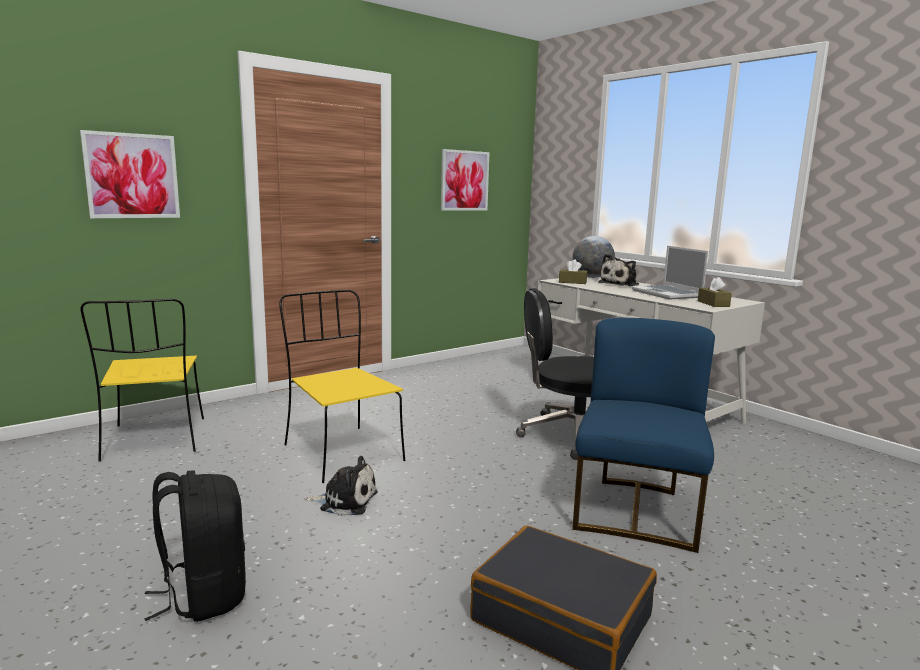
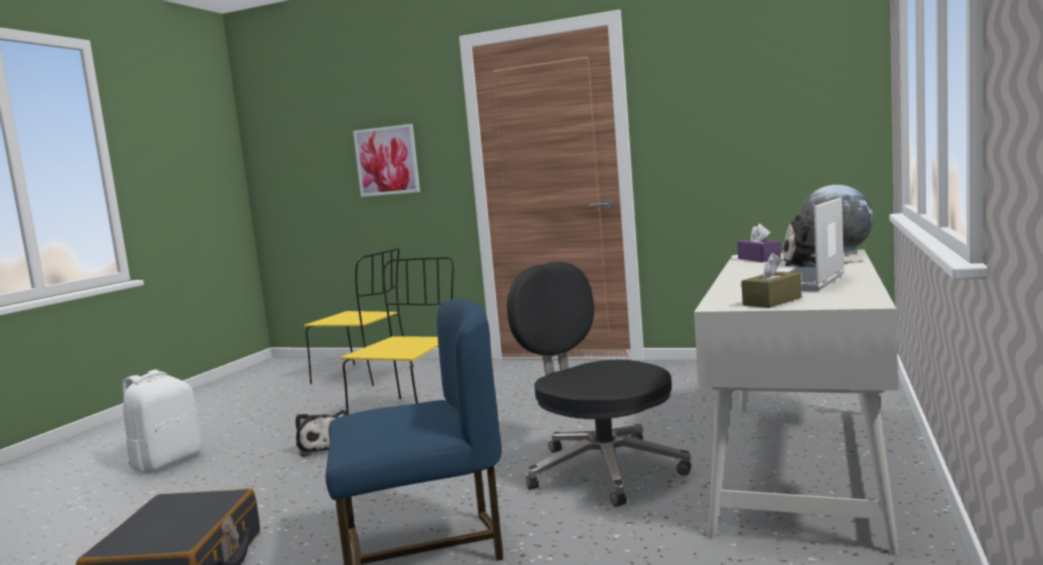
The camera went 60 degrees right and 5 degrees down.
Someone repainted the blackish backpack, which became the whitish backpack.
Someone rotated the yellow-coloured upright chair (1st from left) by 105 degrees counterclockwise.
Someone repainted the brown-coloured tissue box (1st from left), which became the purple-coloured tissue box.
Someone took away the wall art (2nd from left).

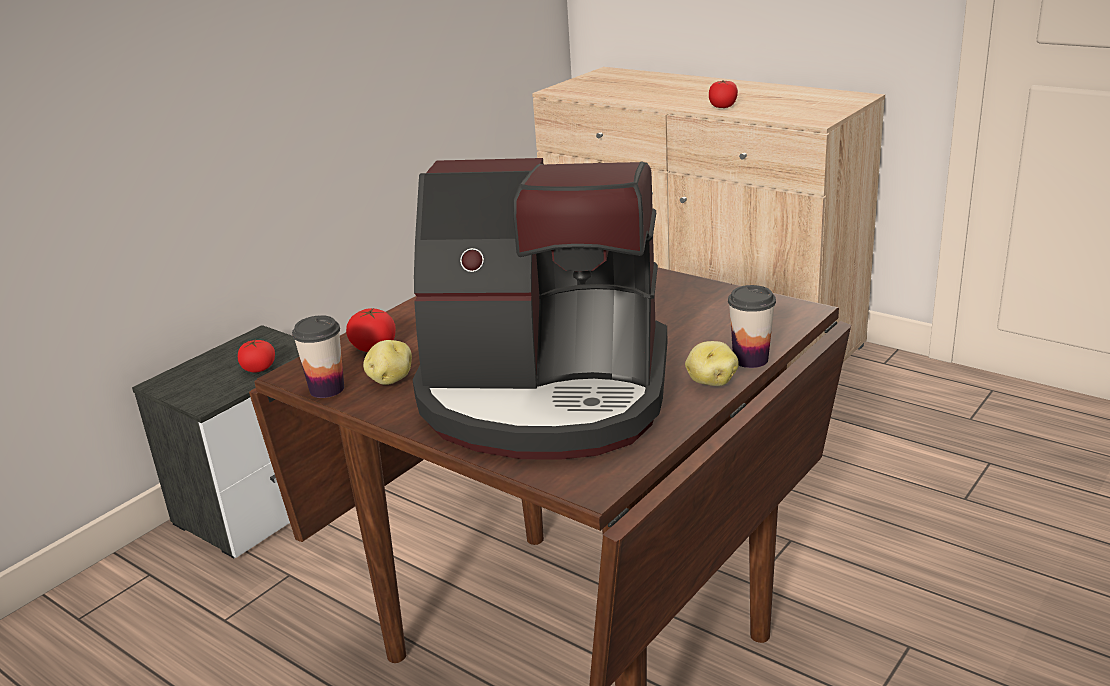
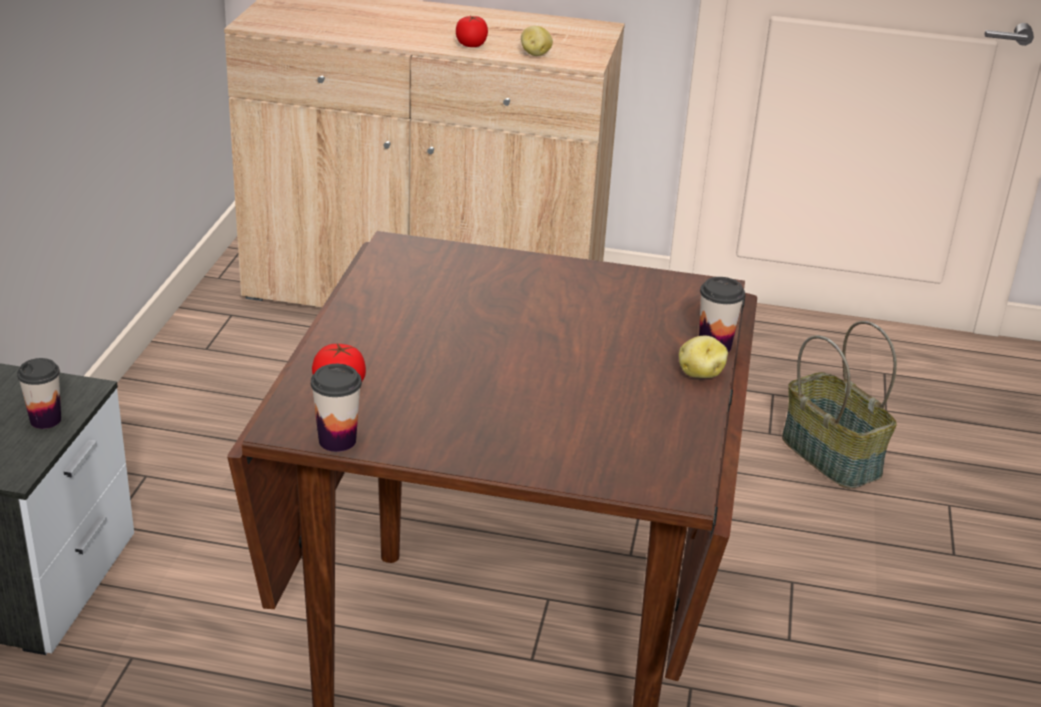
The camera went 30 degrees left and 5 degrees up.
Someone swapped the whole tomato (1st from left) for the small cup (1st from left).
Someone carried the whole potato (1st from left).
Someone put down the basket.
Someone took away the coffee maker.

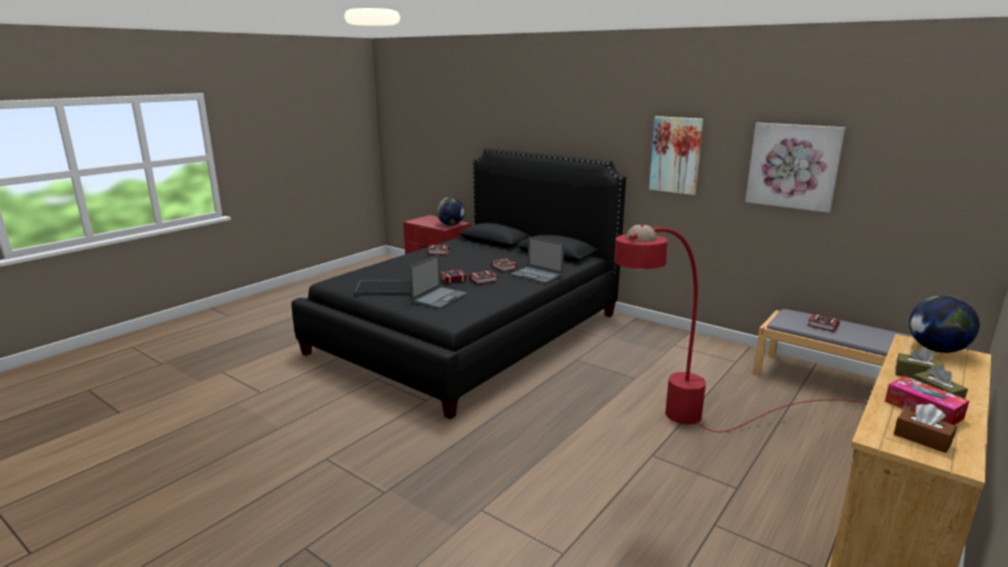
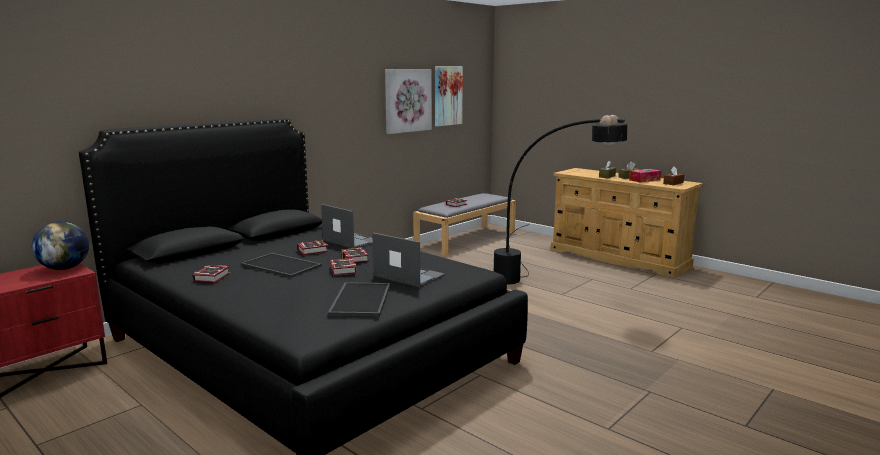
The camera went 85 degrees left and 5 degrees down.
Someone put down the carrying tray (1st from left).
Someone rotated the portable computer (2nd from left in the first image) by 90 degrees counterclockwise.
Someone carried the wall art (1st from left in the first image).
Someone repainted the reddish standard lamp, which became the blackish standard lamp.
Someone took away the world globe (2nd from left).

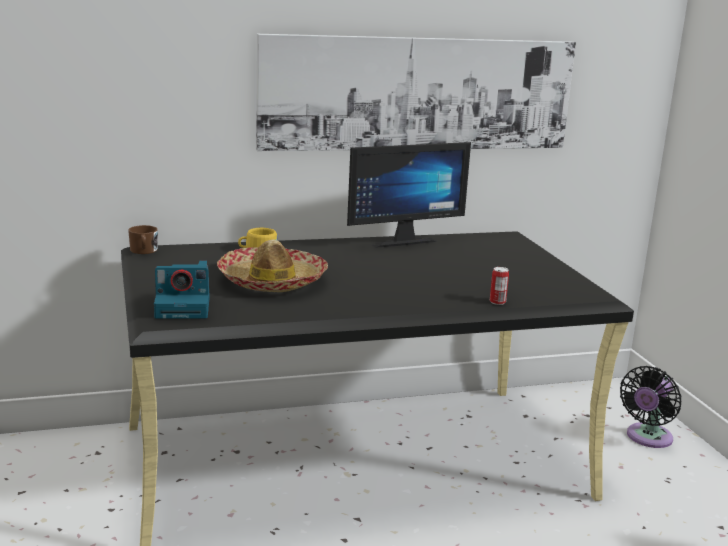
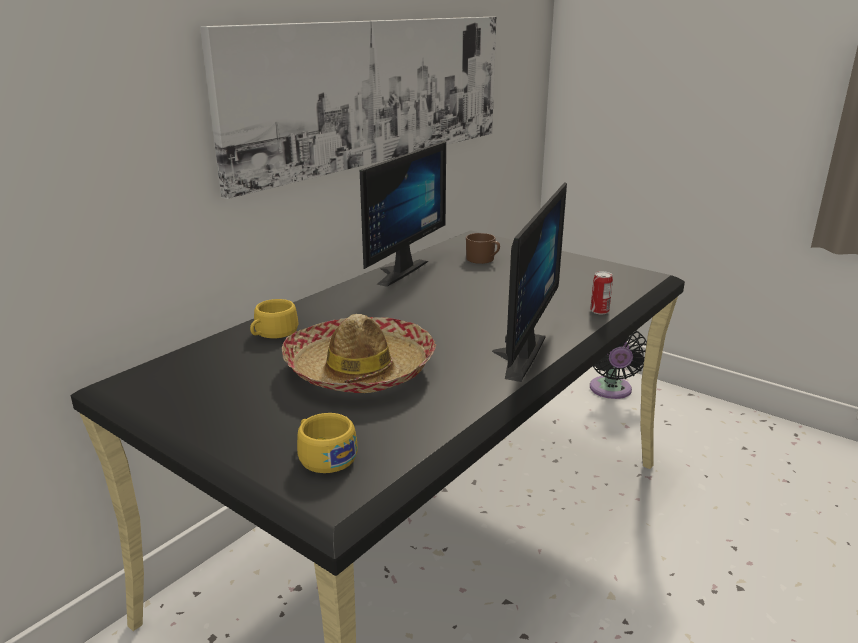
The camera went 35 degrees left and 5 degrees up.
Someone swapped the still camera for the yellow-coloured small cup (2nd from left).
Someone carried the brown-coloured mug.
Someone put down the computer display (2nd from left).

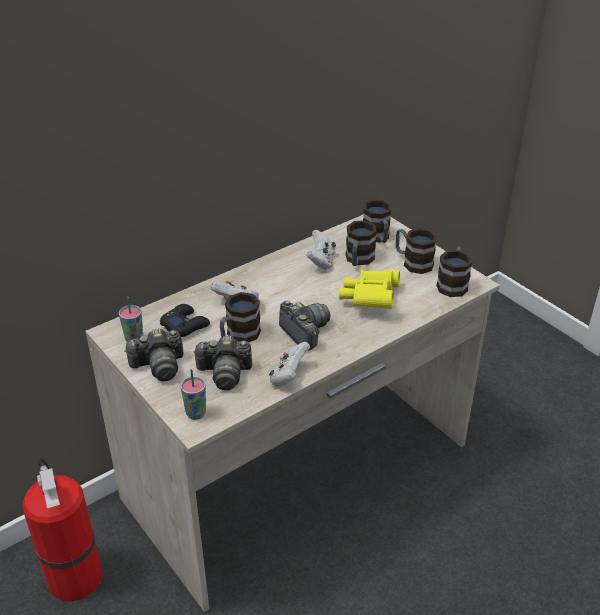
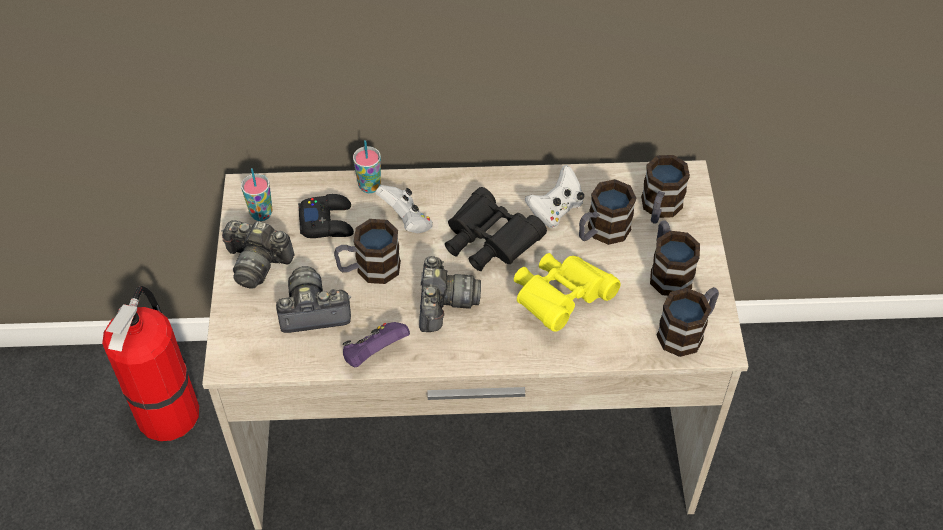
The camera went 35 degrees right and 15 degrees up.
Someone rotated the still camera (2nd from left) by 135 degrees clockwise.
Someone repainted the whitish game controller (2nd from left), which became the purple-coloured game controller.
Someone carried the small cup (2nd from left).
Someone put down the blackish binoculars.

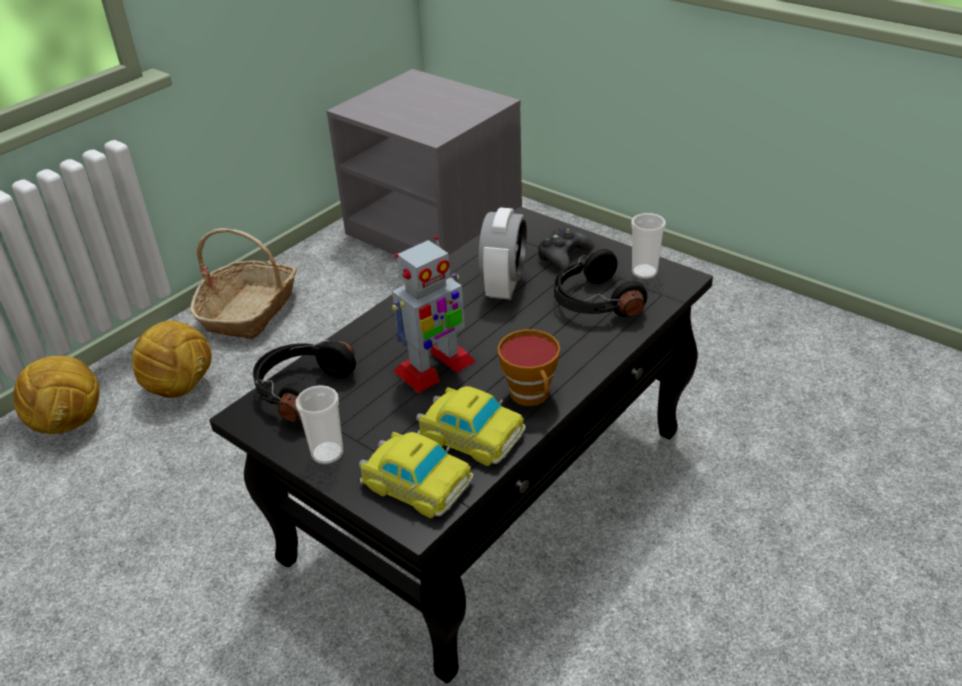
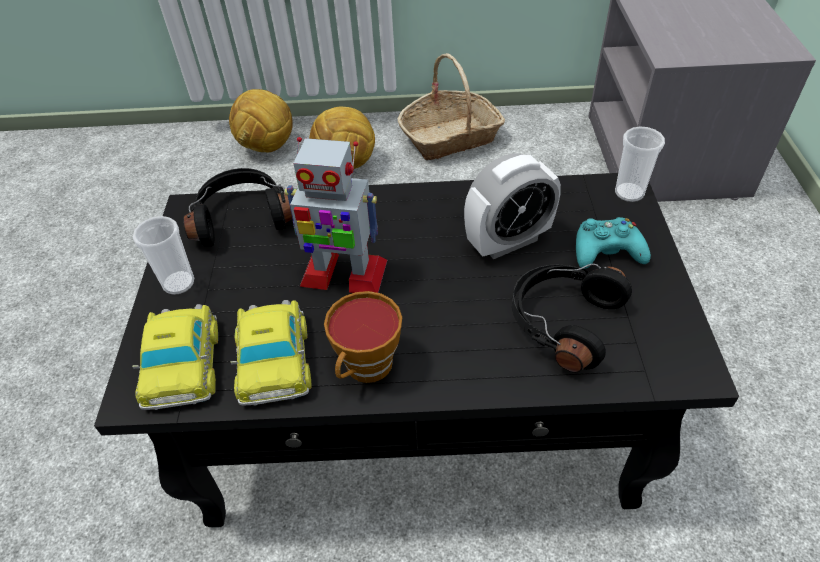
The camera went 50 degrees right and 10 degrees up.
Someone repainted the blackish game controller, which became the turquoise game controller.
Someone carried the small cup (3rd from left).

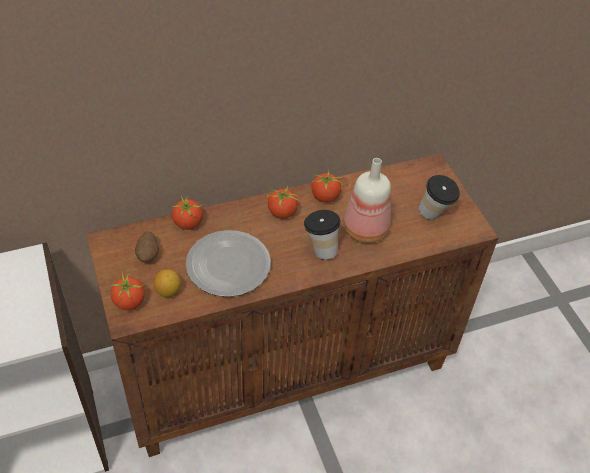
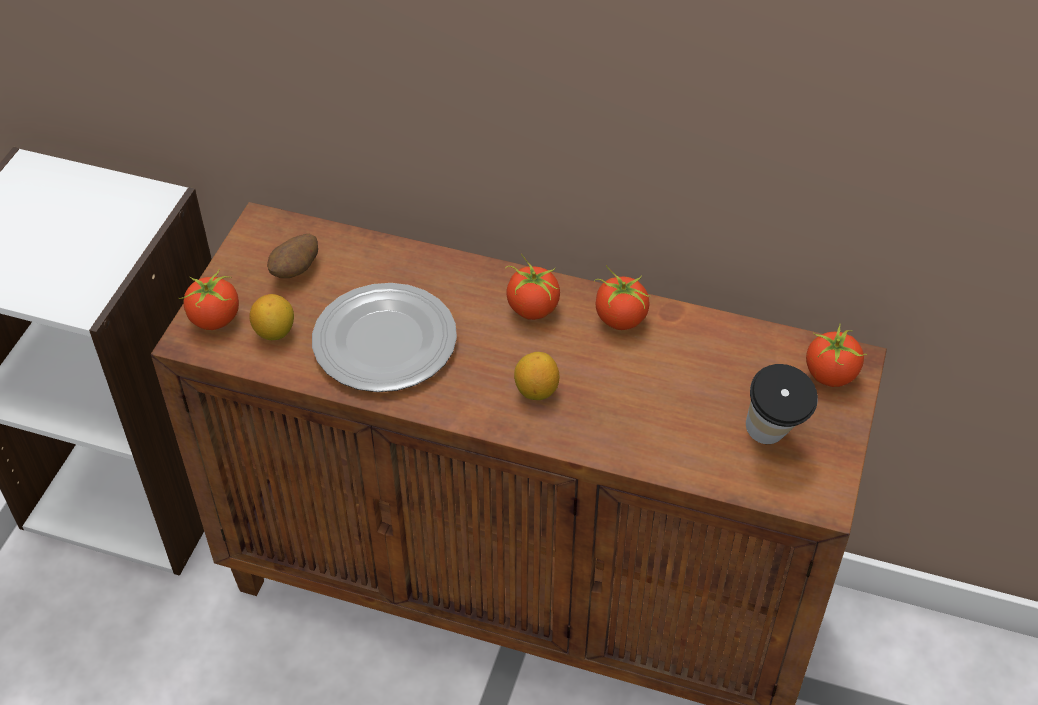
The camera went 40 degrees right and 0 degrees up.
Someone swapped the small cup (1st from left) for the lemon (2nd from left).
Someone carried the whole tomato (2nd from left in the first image).
Someone took away the beverage bottle.

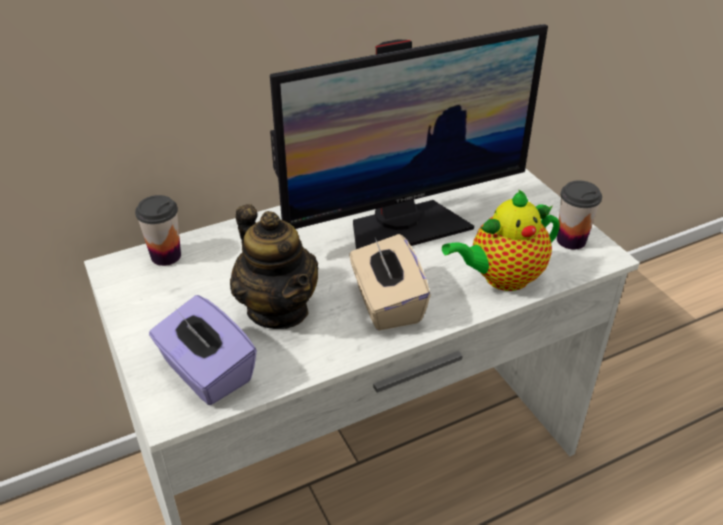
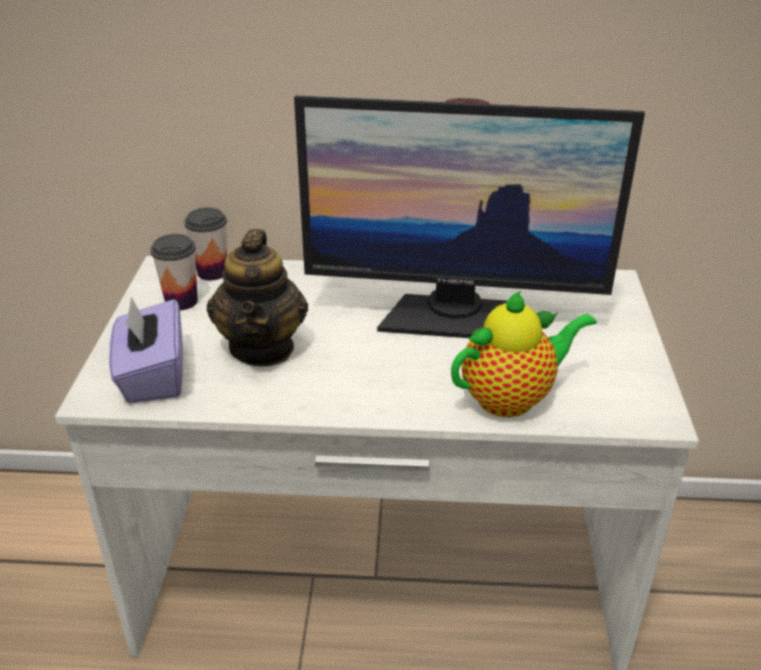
The camera went 30 degrees right and 5 degrees down.
Someone carried the small cup (2nd from left in the first image).
Someone rotated the teapot (2nd from left) by 150 degrees clockwise.
Someone took away the beige-coloured tissue box.

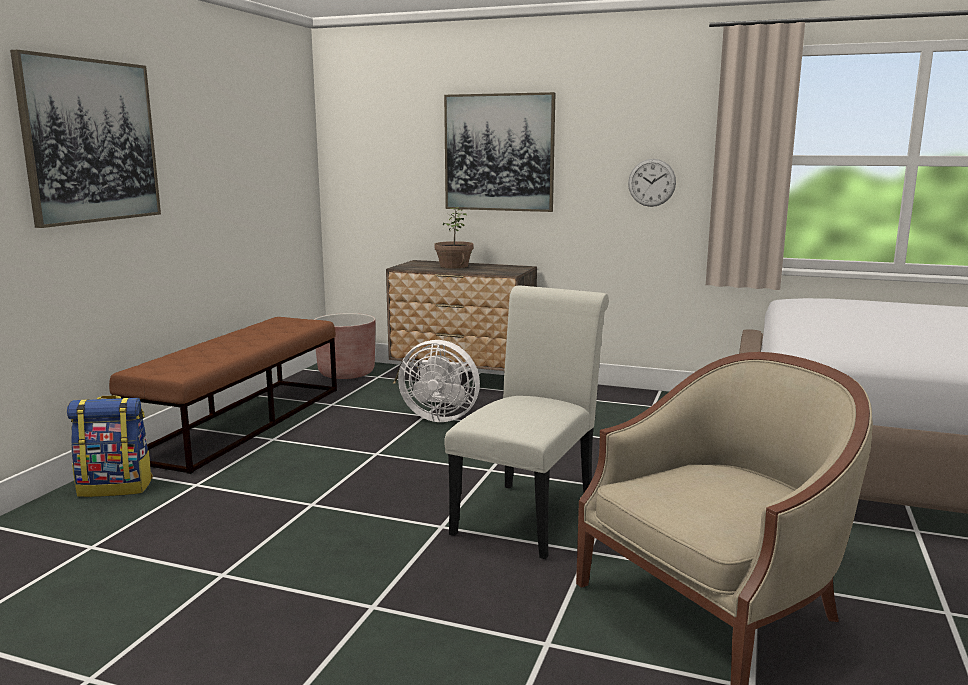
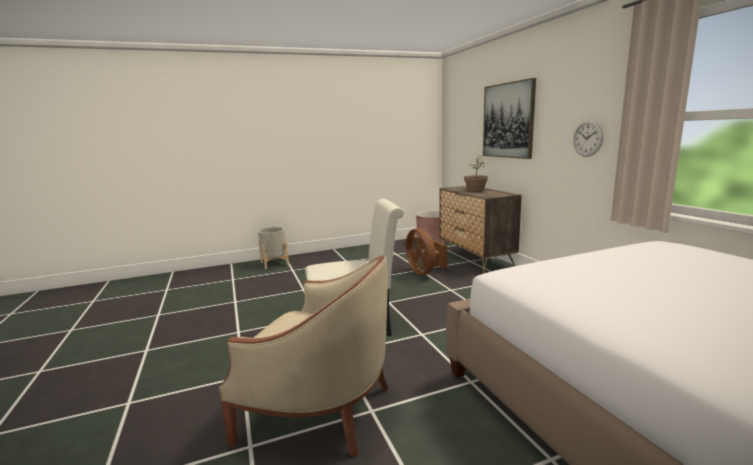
The camera went 50 degrees right and 0 degrees up.
Someone swapped the backpack for the greyish flower pot.
Someone repainted the whitish cooling fan, which became the brown-coloured cooling fan.
Someone took away the wall art (1st from left).
Someone took away the brown-coloured long seat.

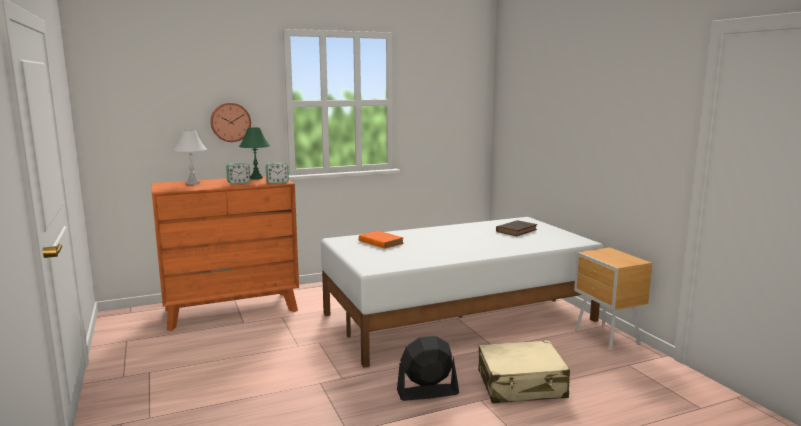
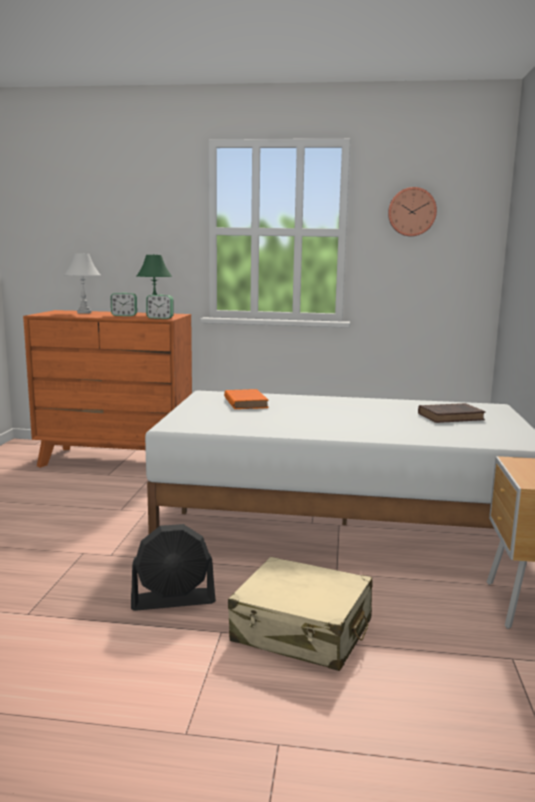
The camera went 30 degrees right and 0 degrees up.
Someone rotated the blackish cooling fan by 150 degrees clockwise.
Someone carried the clock on the wall.

